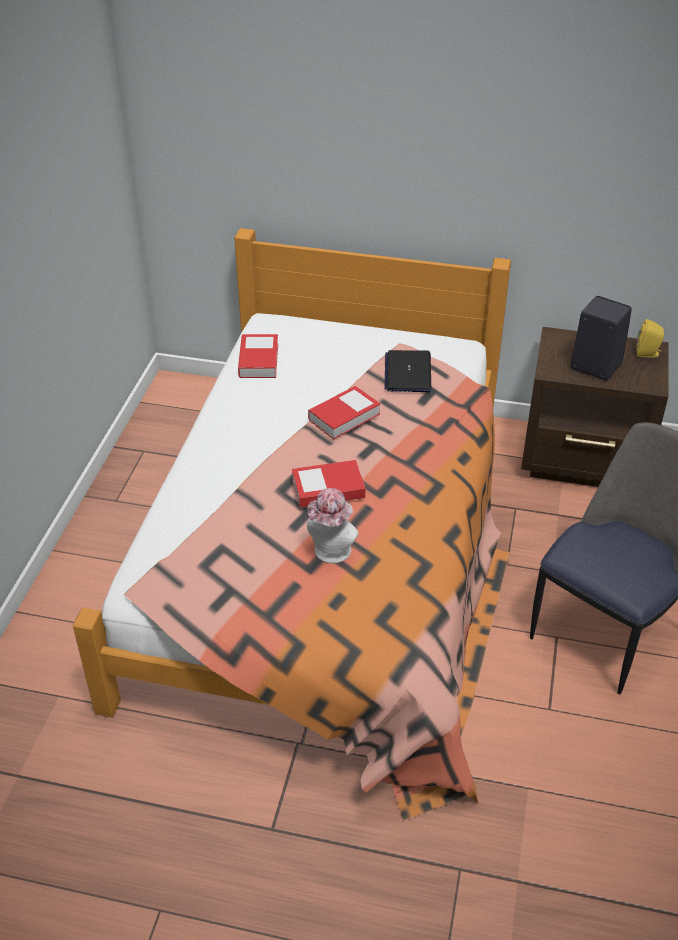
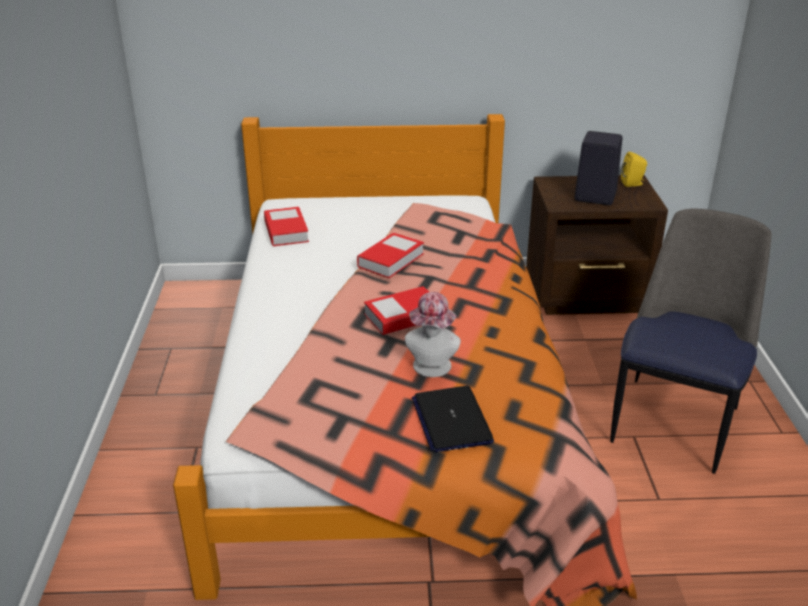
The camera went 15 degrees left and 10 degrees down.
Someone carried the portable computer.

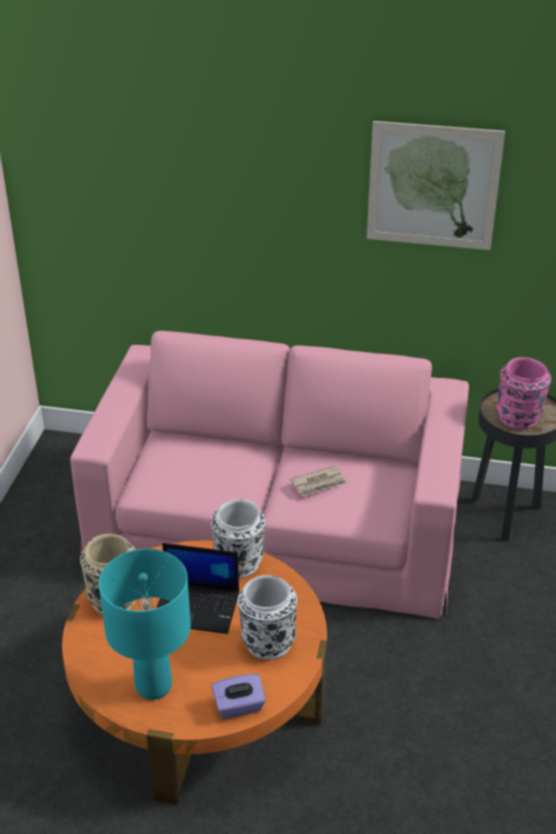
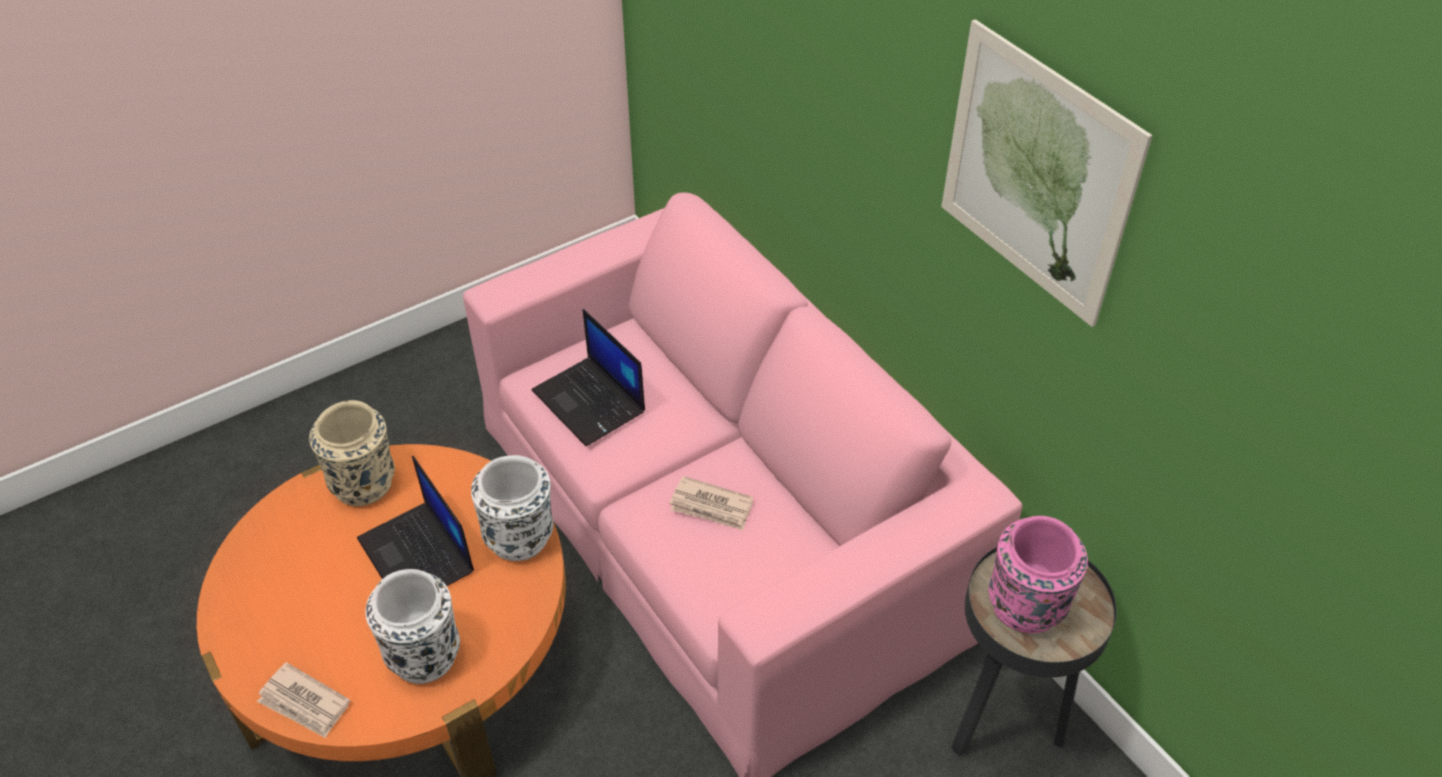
The camera went 45 degrees right and 10 degrees up.
Someone swapped the purple-coloured tissue box for the printed paper (1st from left).
Someone put down the portable computer (2nd from left).
Someone took away the turquoise tabletop lamp.

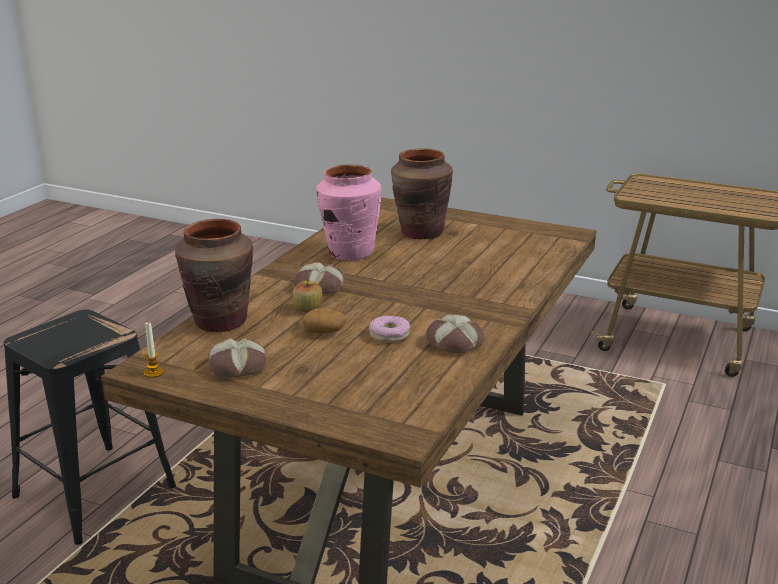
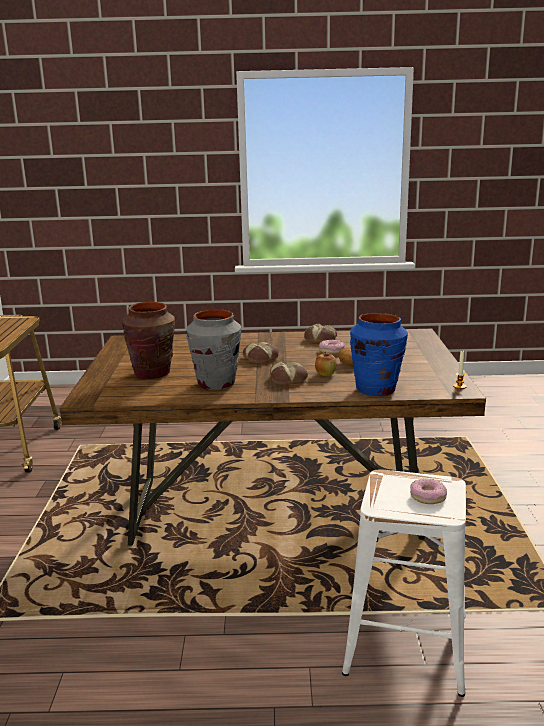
The camera went 115 degrees left and 5 degrees down.
Someone repainted the pinkish vase, which became the greyish vase.
Someone carried the bakery bread (1st from left).
Someone repainted the blackish stool seat, which became the whitish stool seat.
Someone repainted the brown-coloured vase (1st from left), which became the bluish vase.
Someone put down the donut (2nd from left).

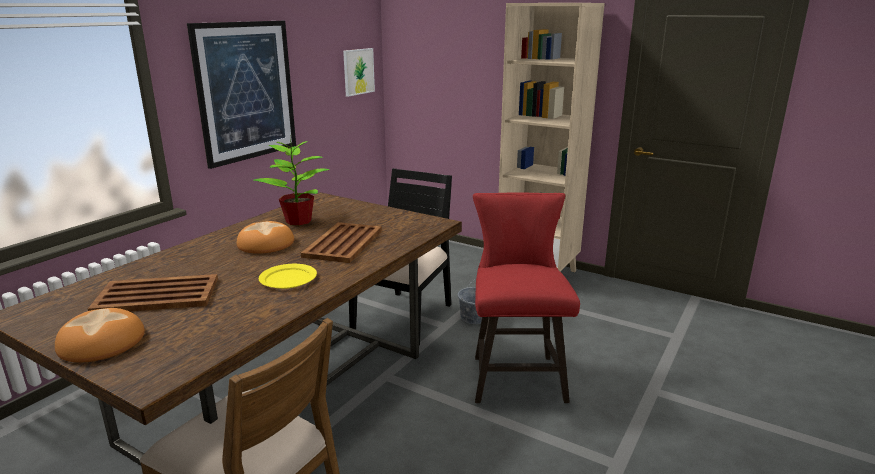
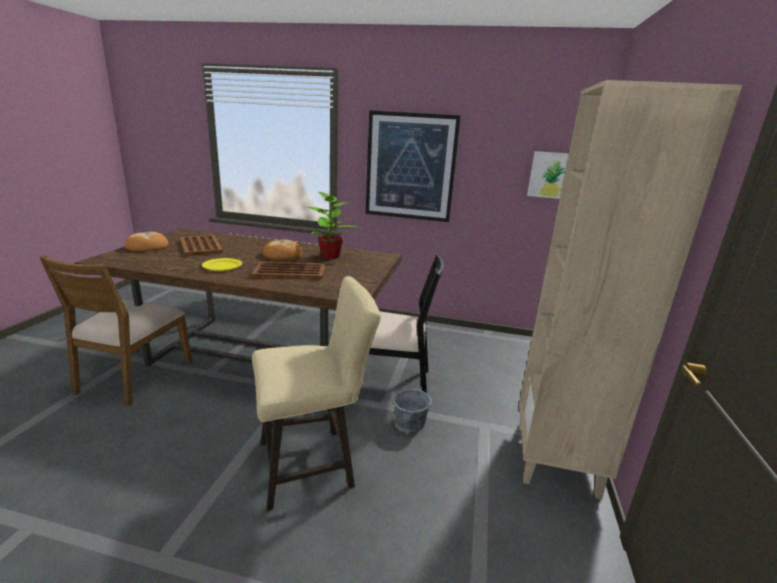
The camera went 70 degrees right and 0 degrees up.
Someone repainted the reddish stool seat, which became the beige-coloured stool seat.

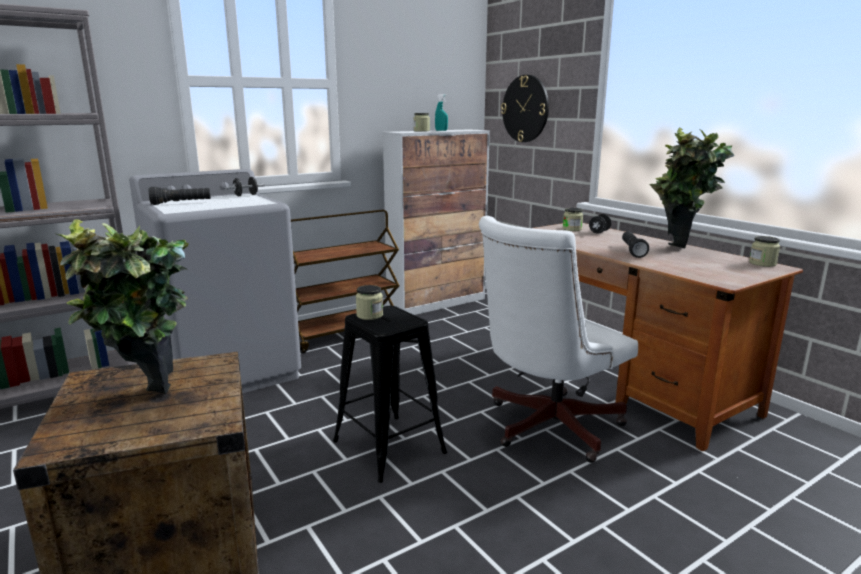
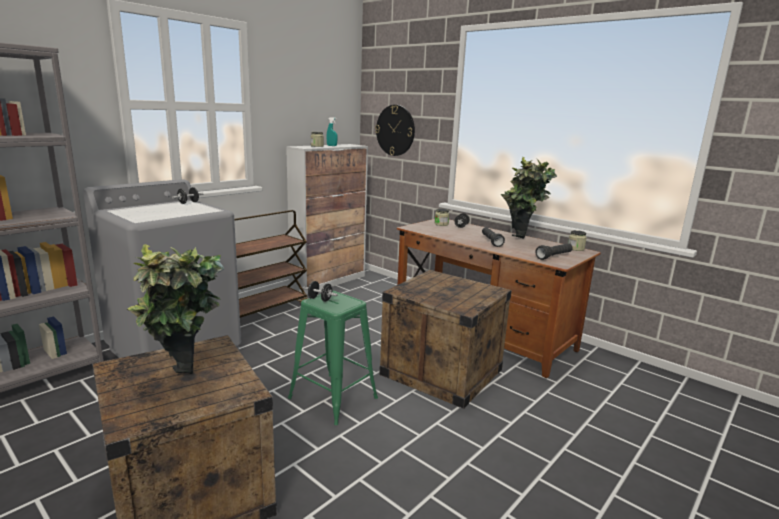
The camera went 15 degrees left and 0 degrees up.
Someone repainted the blackish stool seat, which became the green stool seat.
Someone swapped the jar (1st from left) for the blackish free weight (2nd from left).
Someone swapped the whitish computer chair for the packing crate (2nd from left).
Someone carried the blackish torch (1st from left in the first image).

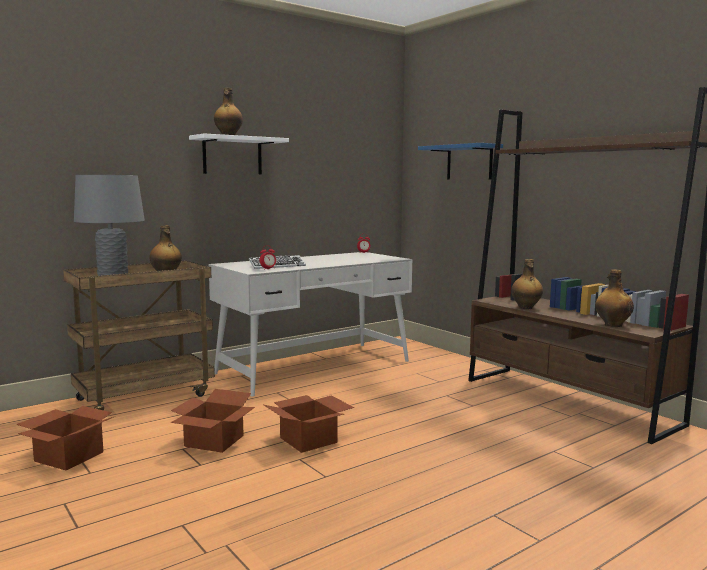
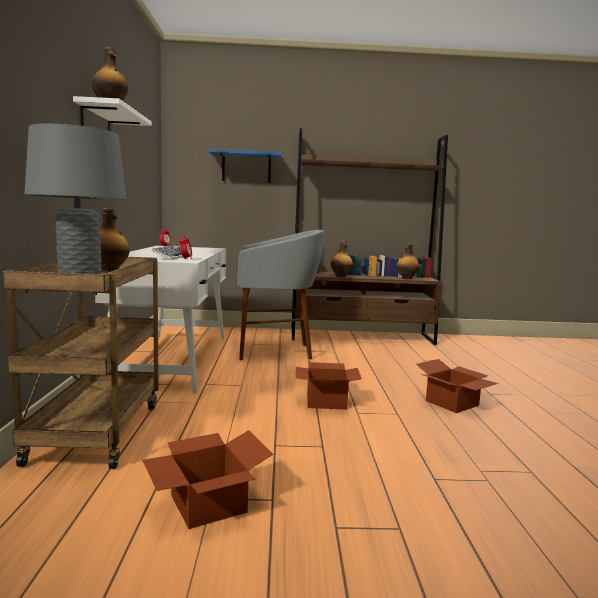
The camera went 55 degrees left and 0 degrees up.
Someone put down the greyish stool seat.
Someone carried the cardboard box (2nd from left in the first image).

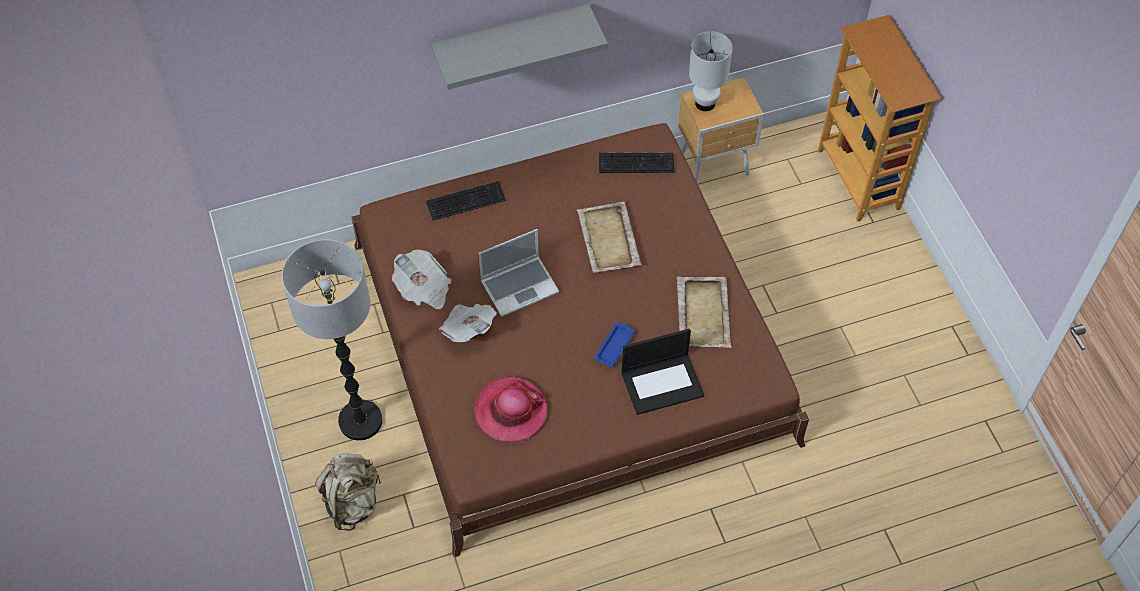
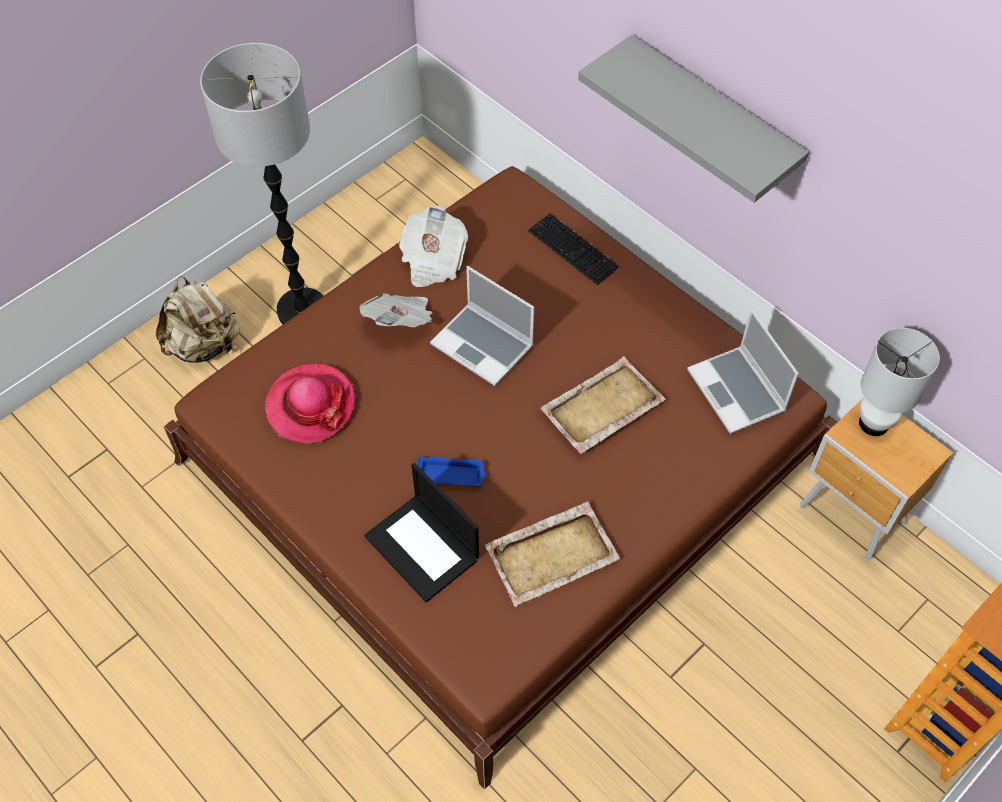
The camera went 65 degrees right and 0 degrees up.
Someone swapped the computer keyboard (2nd from left) for the portable computer (3rd from left).

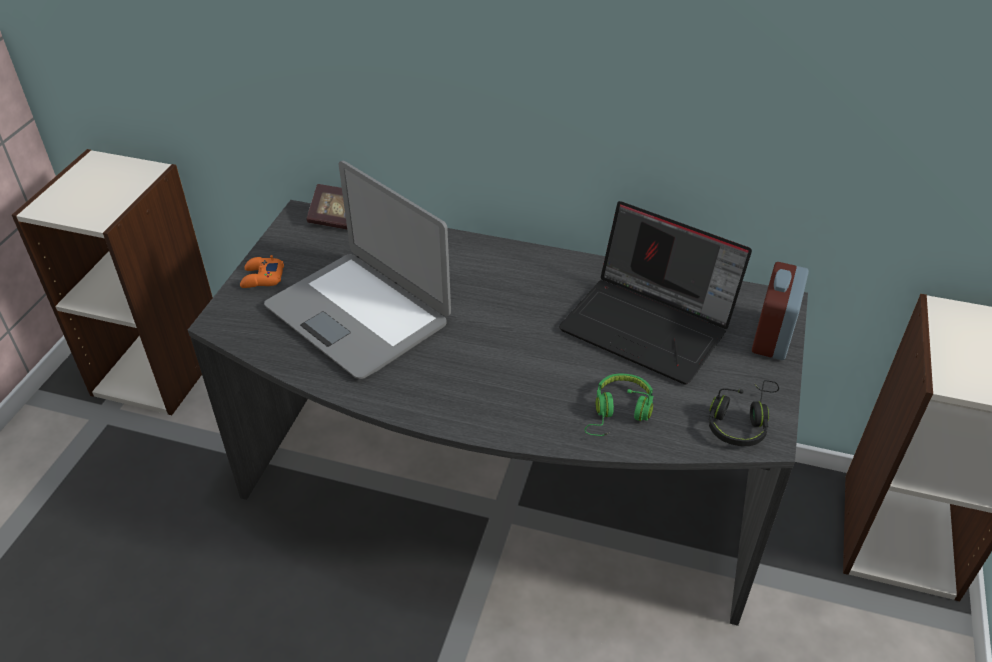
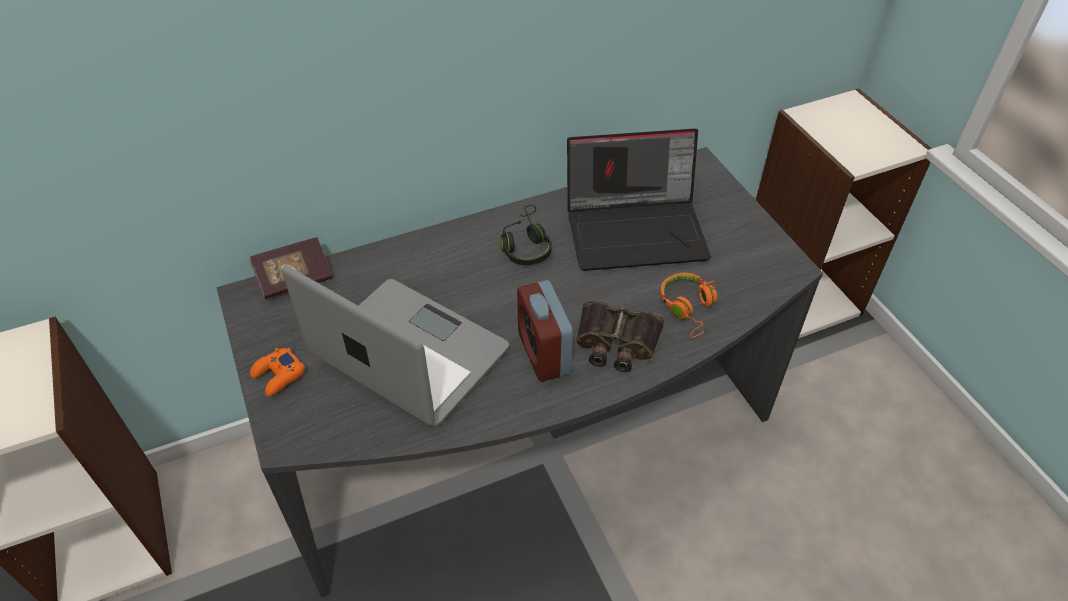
The camera went 40 degrees left and 5 degrees up.
Someone rotated the portable computer (1st from left) by 150 degrees counterclockwise.
Someone carried the blackish headphones.
Someone carried the bedside clock.
Someone put down the binoculars.
Someone repainted the green headphones, which became the orange-coloured headphones.

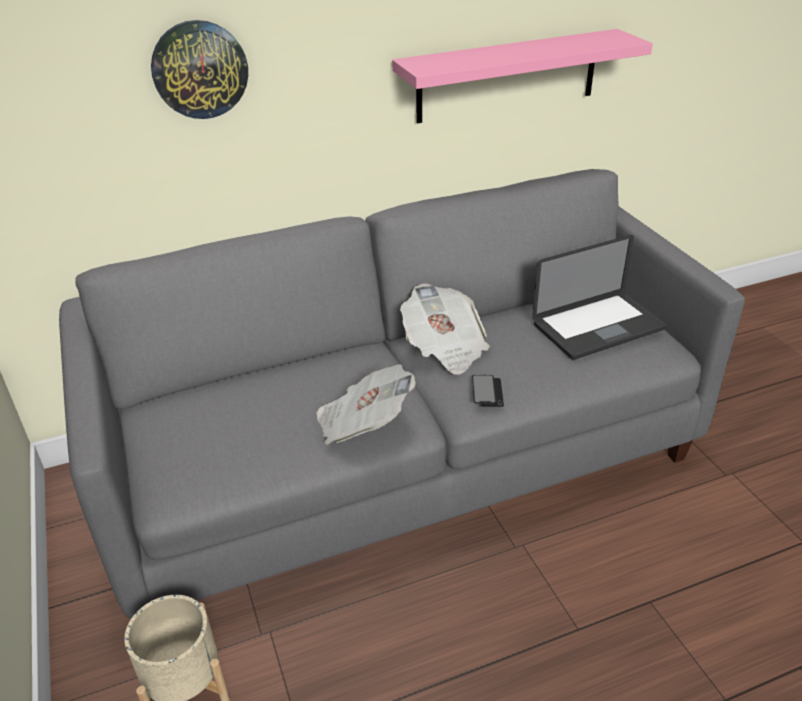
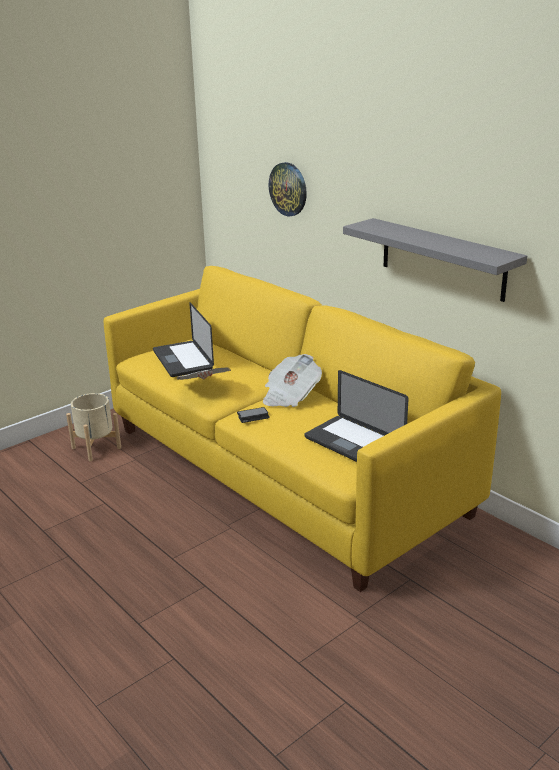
The camera went 70 degrees right and 10 degrees down.
Someone repainted the greyish couch, which became the yellow-coloured couch.
Someone put down the portable computer (1st from left).
Someone repainted the pinkish wall shelf, which became the greyish wall shelf.

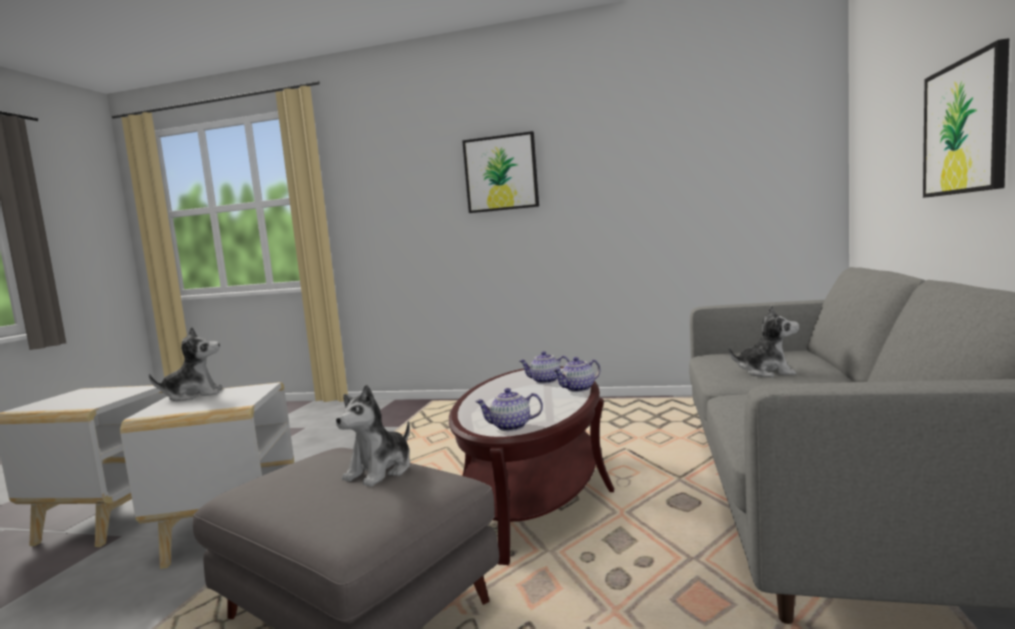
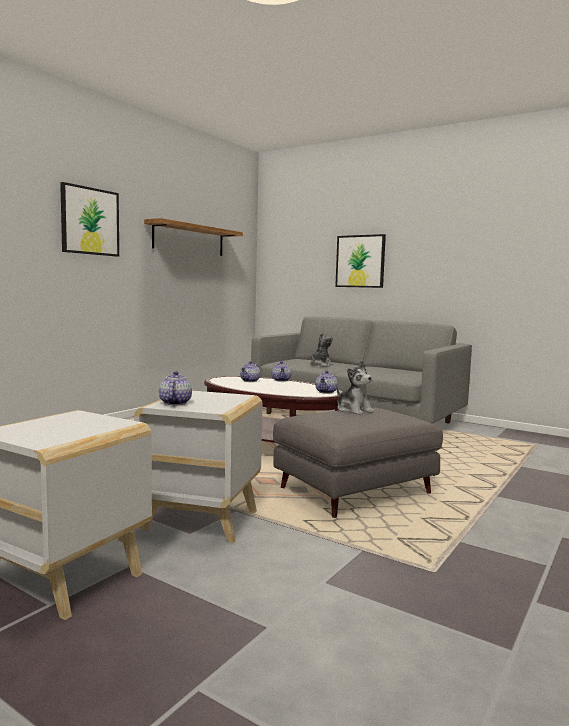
The camera went 70 degrees left and 0 degrees up.
Someone put up the wall shelf.
Someone swapped the plush toy (1st from left) for the teapot (1st from left).

